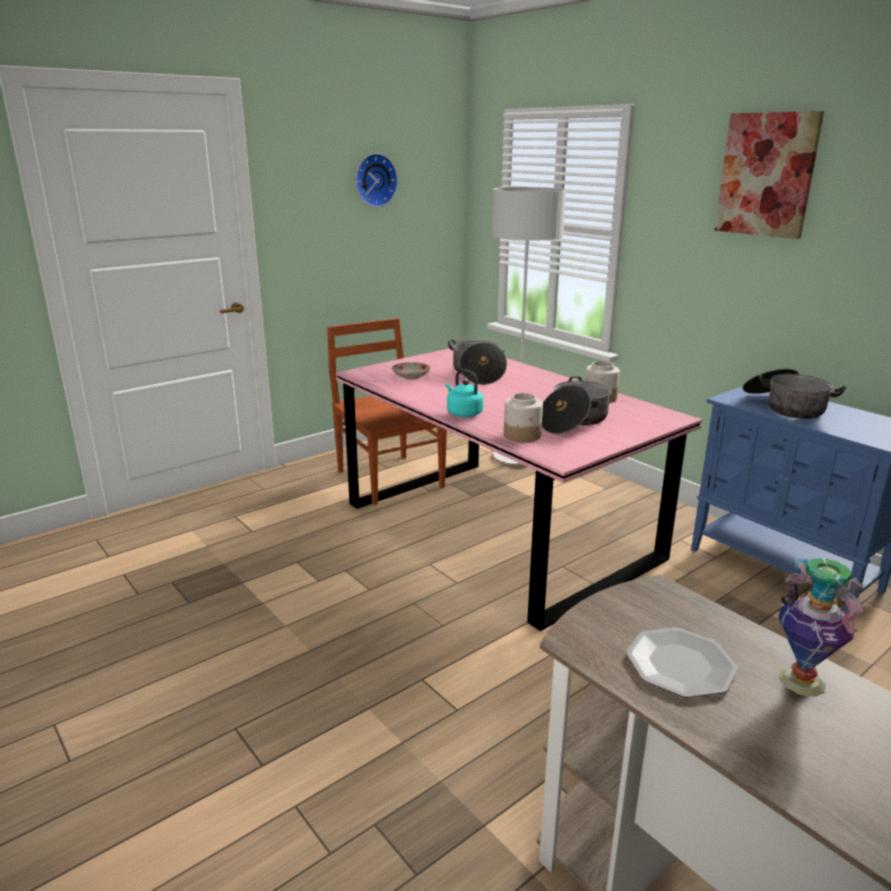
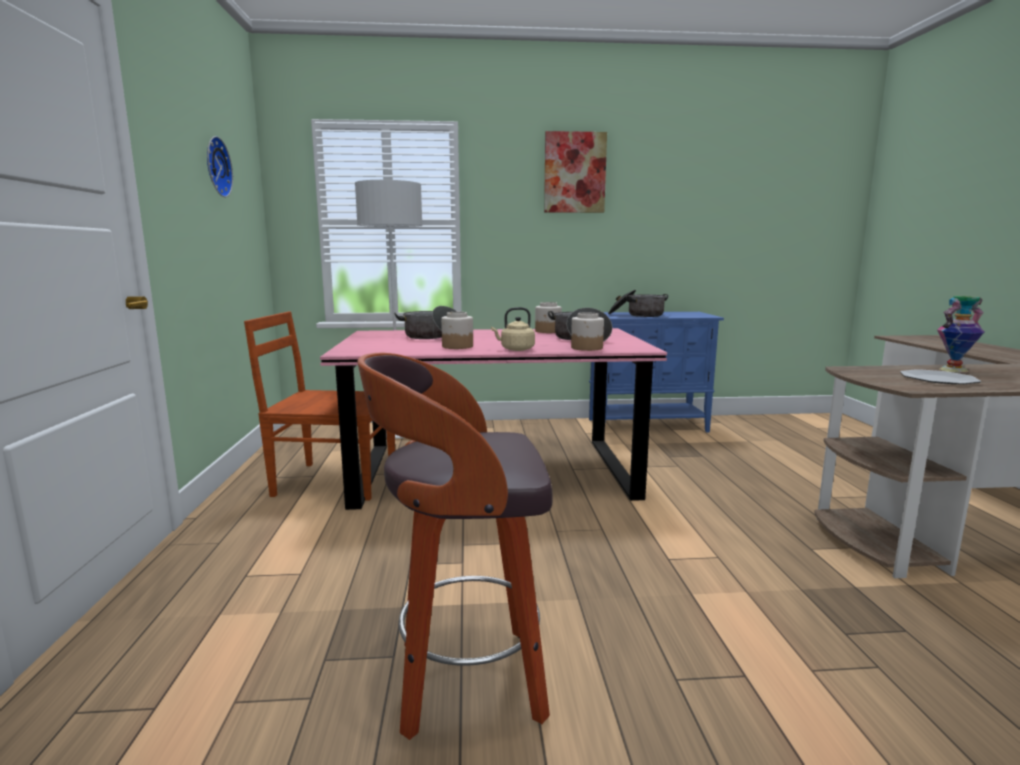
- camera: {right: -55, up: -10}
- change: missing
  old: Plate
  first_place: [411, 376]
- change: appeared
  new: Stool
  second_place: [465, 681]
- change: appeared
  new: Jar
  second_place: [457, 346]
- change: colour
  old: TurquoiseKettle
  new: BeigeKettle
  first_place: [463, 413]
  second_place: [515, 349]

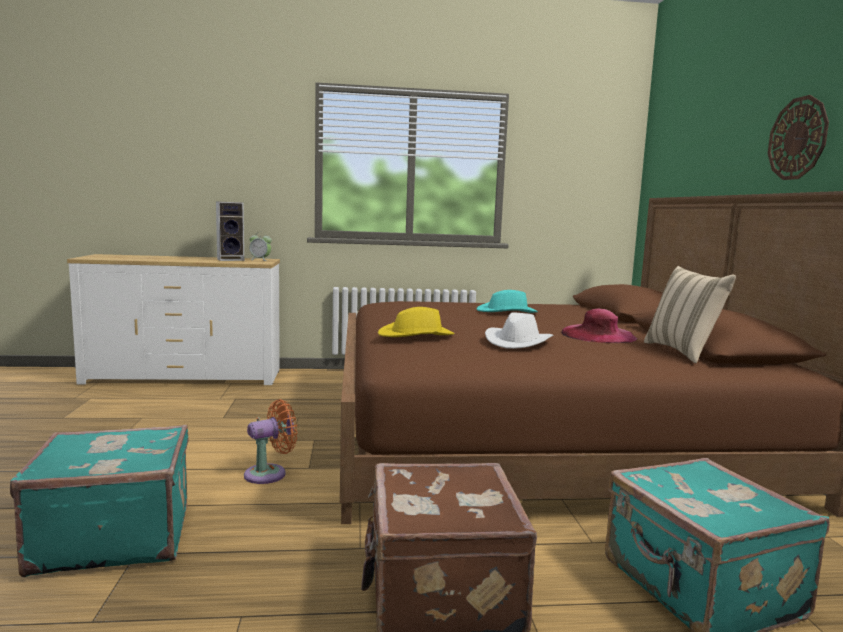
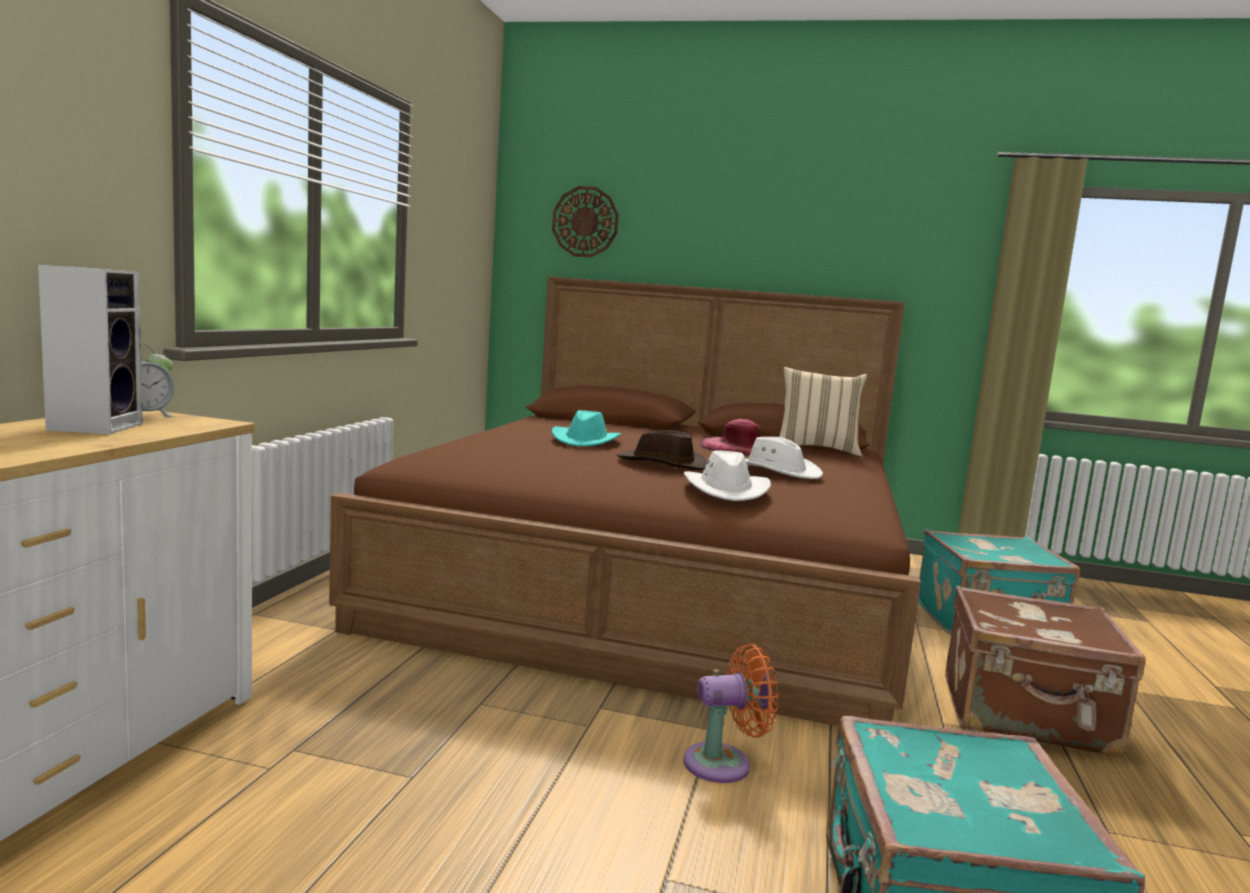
- camera: {right: -70, up: 0}
- change: appeared
  new: BrownHat
  second_place: [662, 464]
- change: relocated
  old: WallClock
  first_place: [797, 138]
  second_place: [585, 222]
- change: colour
  old: YellowHat
  new: WhiteHat
  first_place: [416, 335]
  second_place: [726, 490]
- change: spun
  old: OrangeFan
  first_place: [269, 473]
  second_place: [724, 763]
  degrees: 90

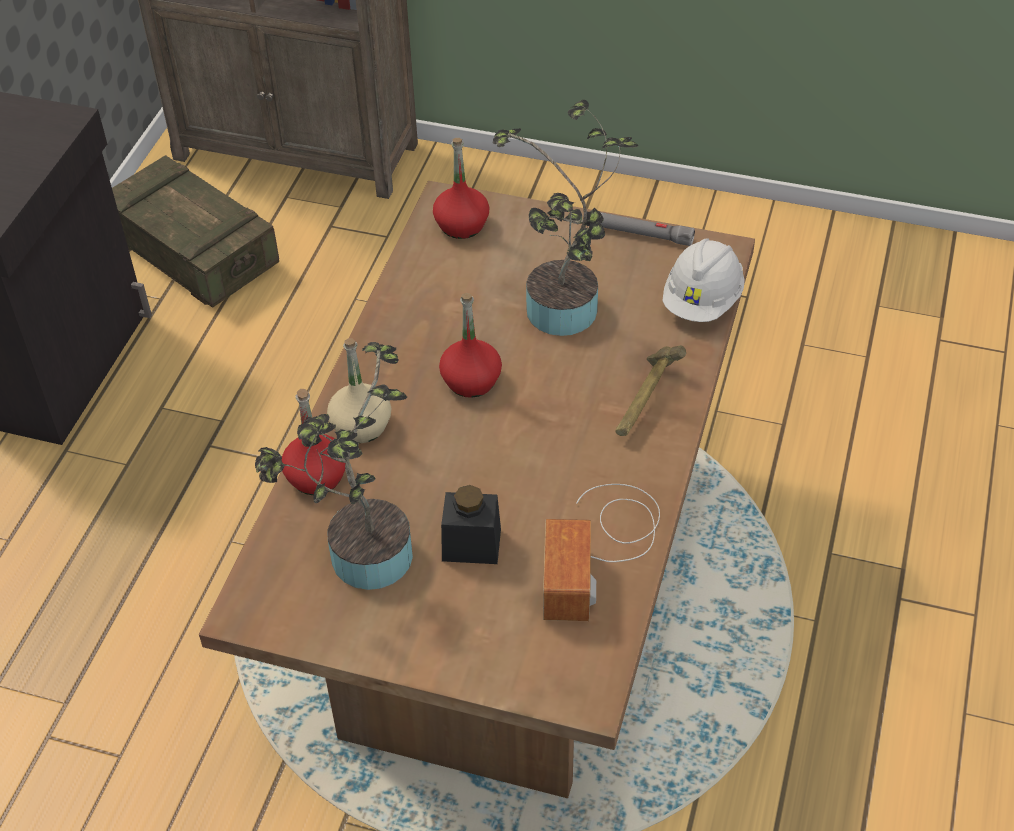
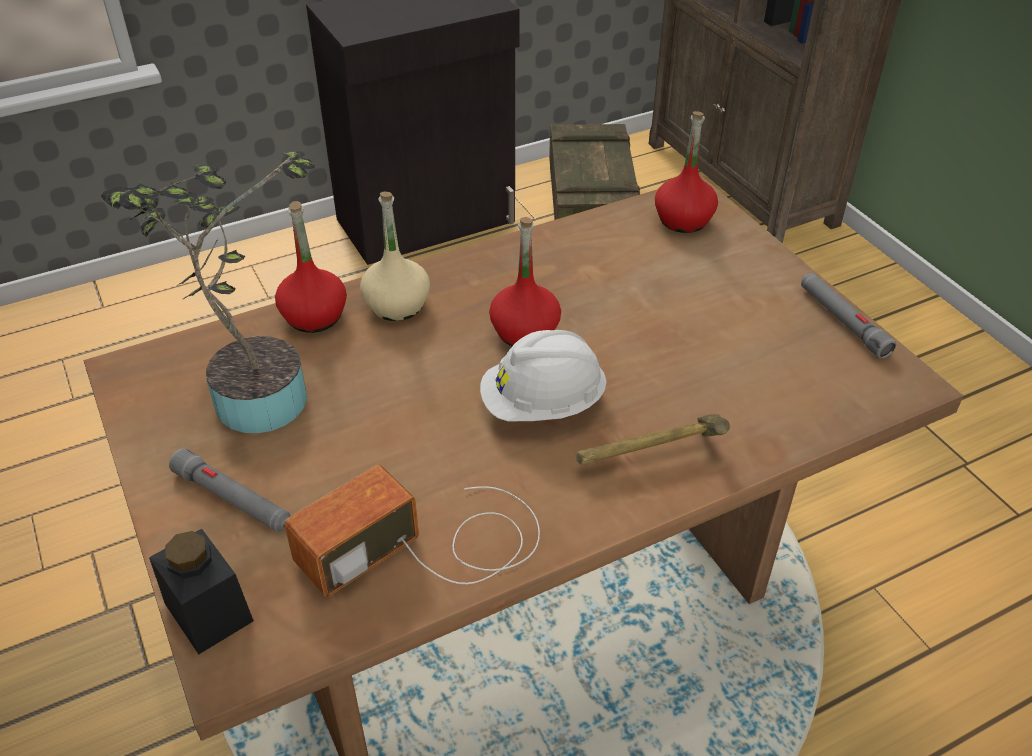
- camera: {right: 45, up: -5}
- change: missing
  old: PottedPlant
  first_place: [564, 316]
- change: appeared
  new: GreyFlashlight
  second_place: [233, 499]
- change: relocated
  old: BlackJar
  first_place: [471, 545]
  second_place: [208, 612]
- change: relocated
  old: WhiteHardHat
  first_place: [702, 301]
  second_place: [543, 405]

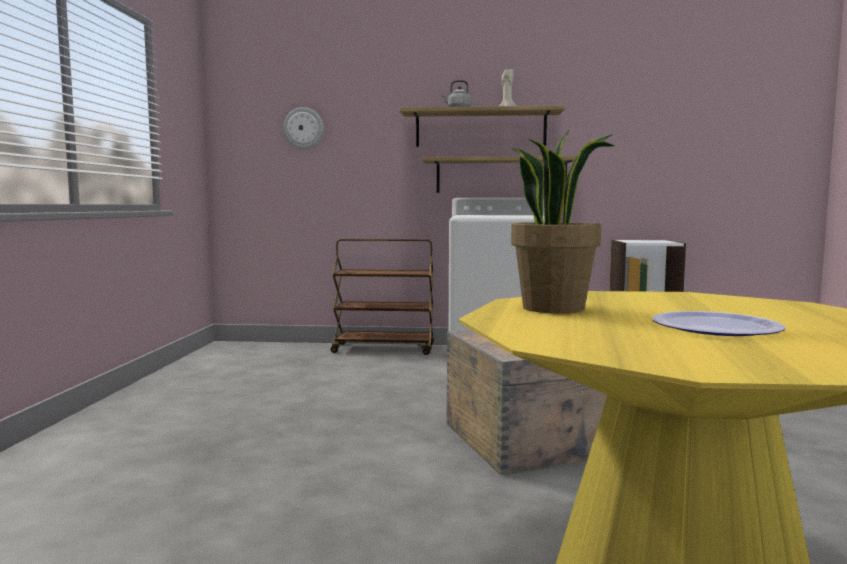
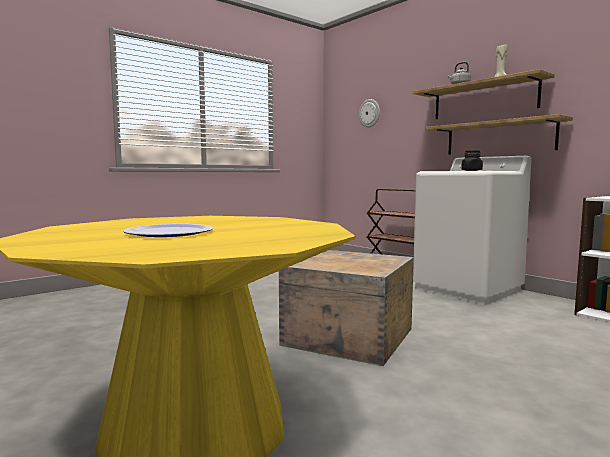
- camera: {right: 45, up: 0}
- change: missing
  old: PottedPlant
  first_place: [554, 308]
- change: appeared
  new: BlackJar
  second_place: [471, 170]

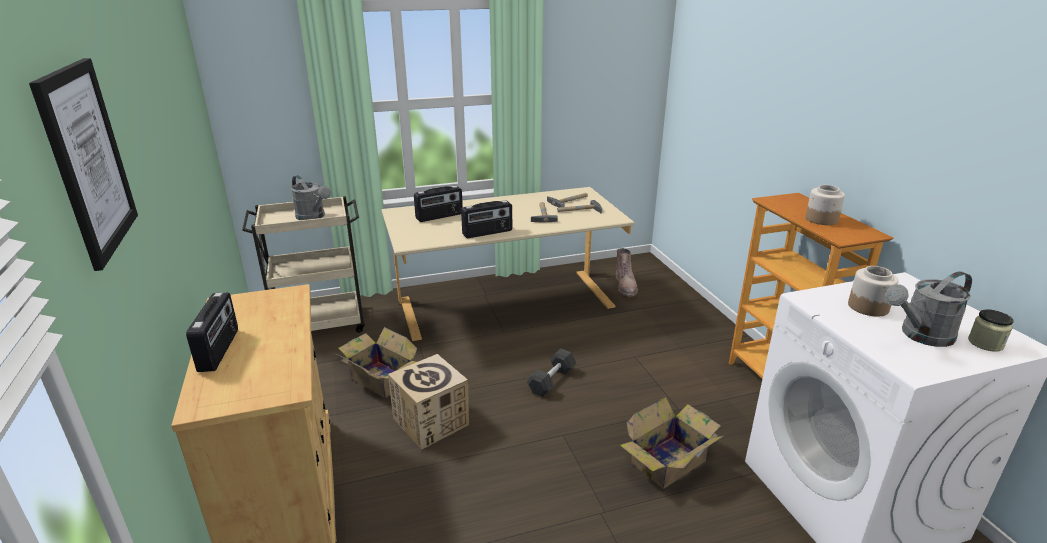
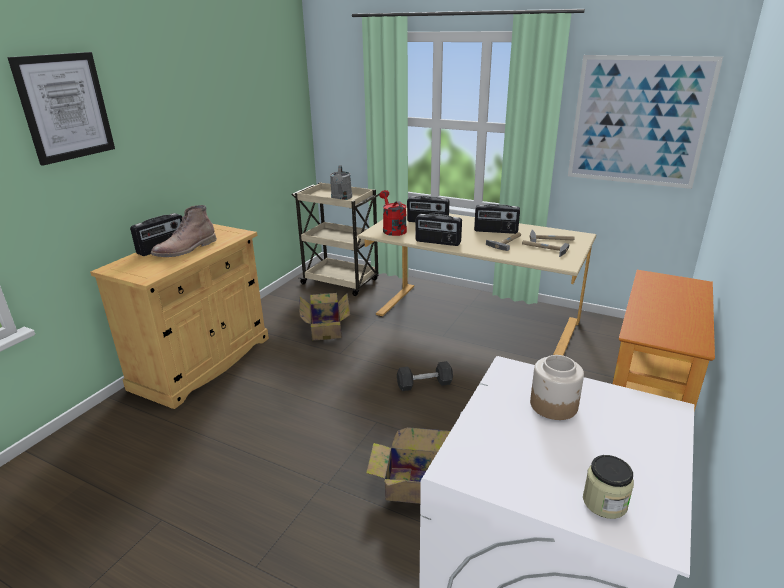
- camera: {right: 45, up: 0}
- change: missing
  old: CardboardBox
  first_place: [431, 422]
- change: missing
  old: Jar
  first_place: [821, 219]
- change: missing
  old: GreyWateringCan
  first_place: [920, 336]
- change: appeared
  new: RedWateringCan
  second_place: [392, 229]
- change: appeared
  new: Radio
  second_place: [496, 231]
- change: appeared
  new: Picture
  second_place: [638, 121]
- change: relocated
  old: BrownBoot
  first_place: [626, 286]
  second_place: [186, 249]

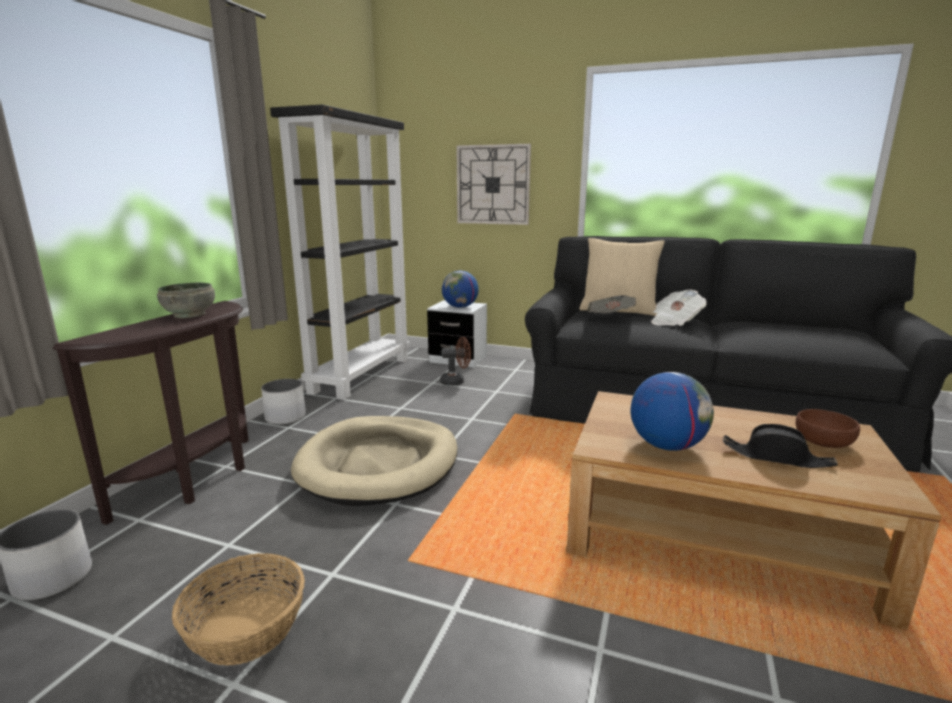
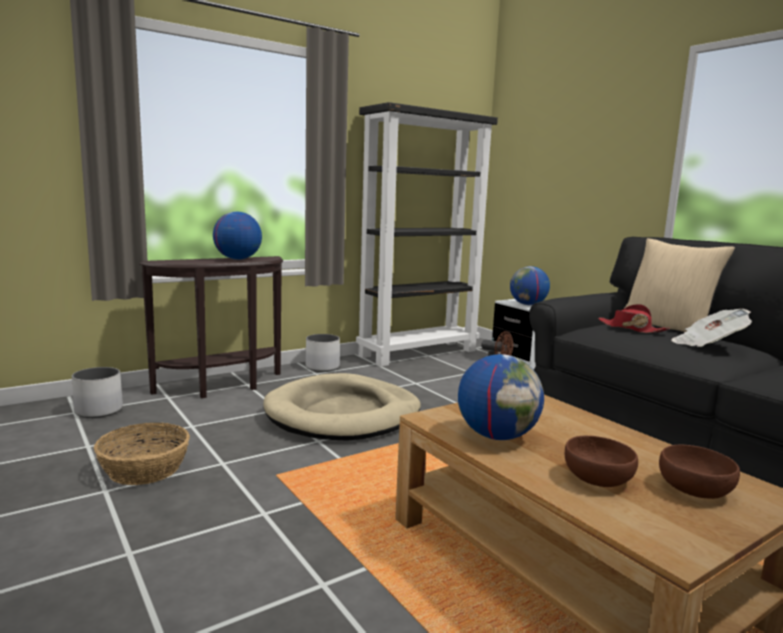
- camera: {right: 35, up: -5}
- change: missing
  old: WallClock
  first_place: [493, 185]
- change: exchanged
  old: GreyBowl
  new: Globe
  first_place: [190, 315]
  second_place: [237, 259]
- change: exchanged
  old: Newspaper
  new: RedHat
  first_place: [610, 318]
  second_place: [631, 329]
- change: exchanged
  old: BlackHat
  new: BrownBowl
  first_place: [777, 457]
  second_place: [597, 479]

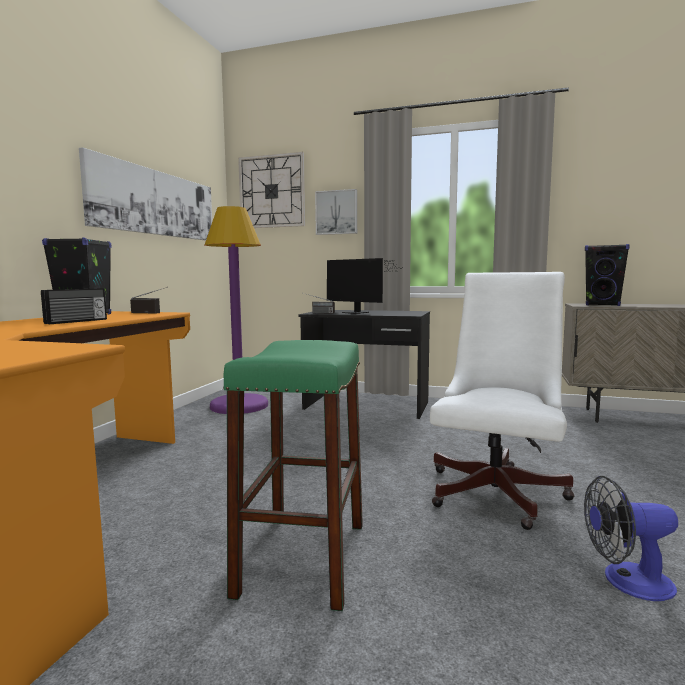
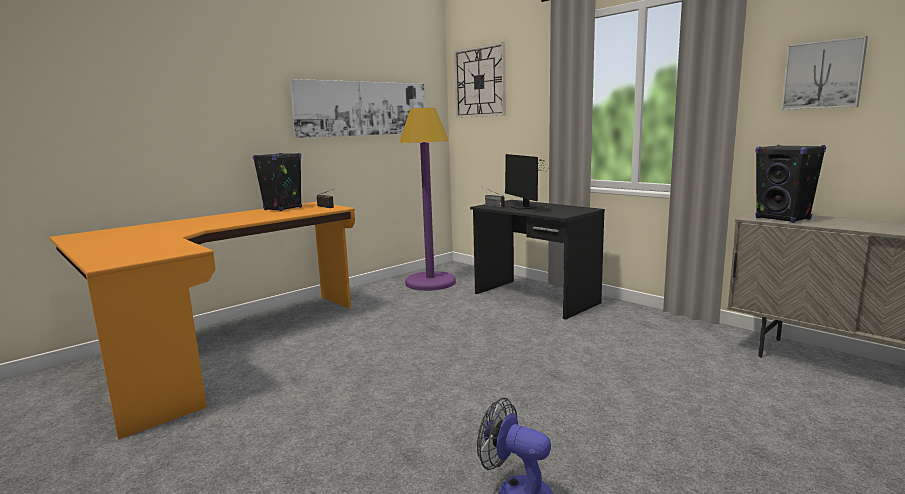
- camera: {right: 30, up: 5}
- change: missing
  old: Radio
  first_place: [77, 321]
- change: missing
  old: GreenStool
  first_place: [303, 558]
- change: missing
  old: WhiteOfficeChair
  first_place: [498, 489]
- change: relocated
  old: Picture
  first_place: [337, 212]
  second_place: [823, 75]

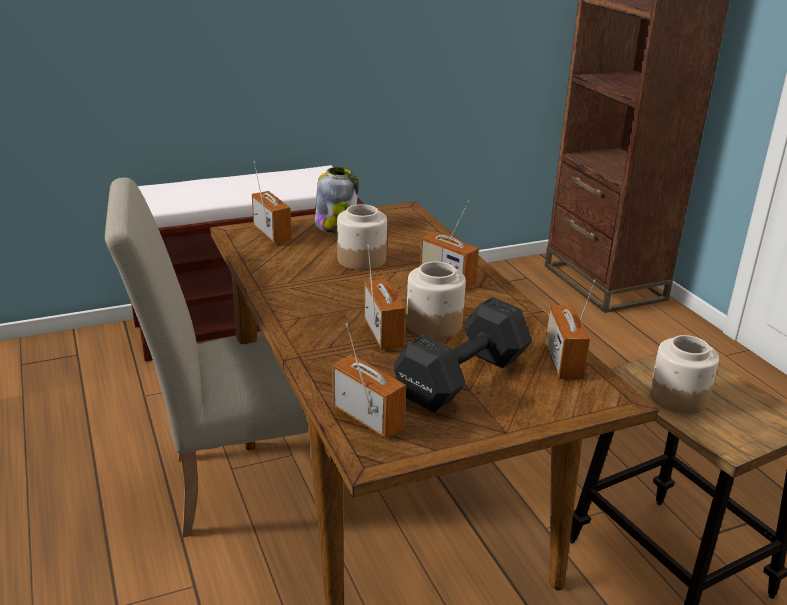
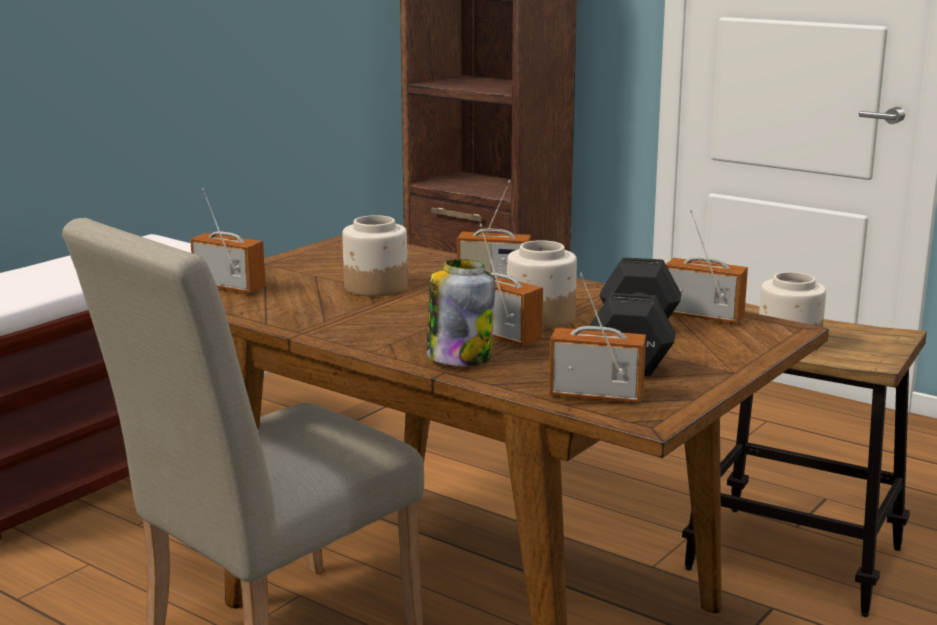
- camera: {right: -30, up: -10}
- change: relocated
  old: Jar
  first_place: [335, 226]
  second_place: [459, 357]
- change: spun
  old: Radio
  first_place: [563, 362]
  second_place: [703, 316]
  degrees: 150

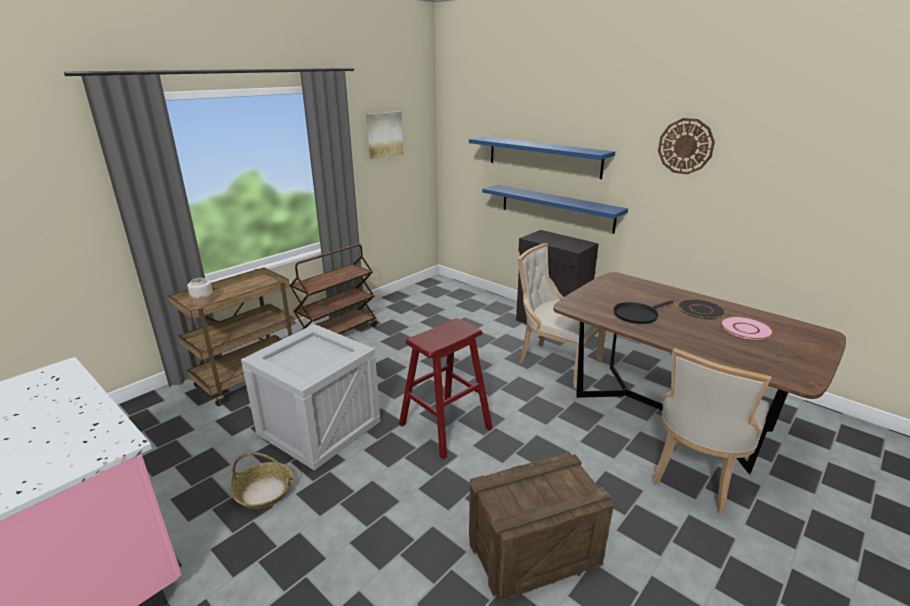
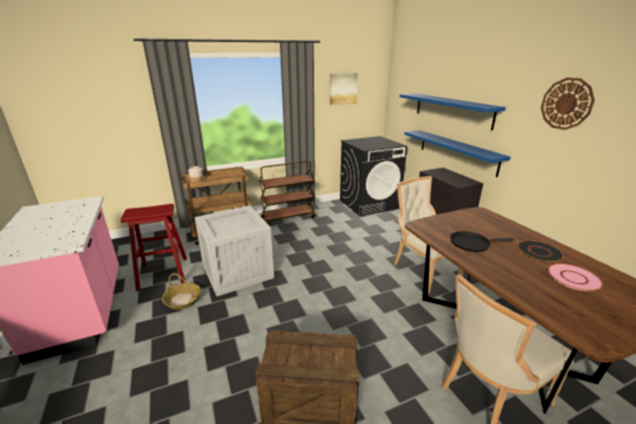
- camera: {right: 25, up: 0}
- change: appeared
  new: BlackWashingMachine
  second_place: [369, 204]
- change: relocated
  old: RedStool
  first_place: [445, 426]
  second_place: [163, 273]

